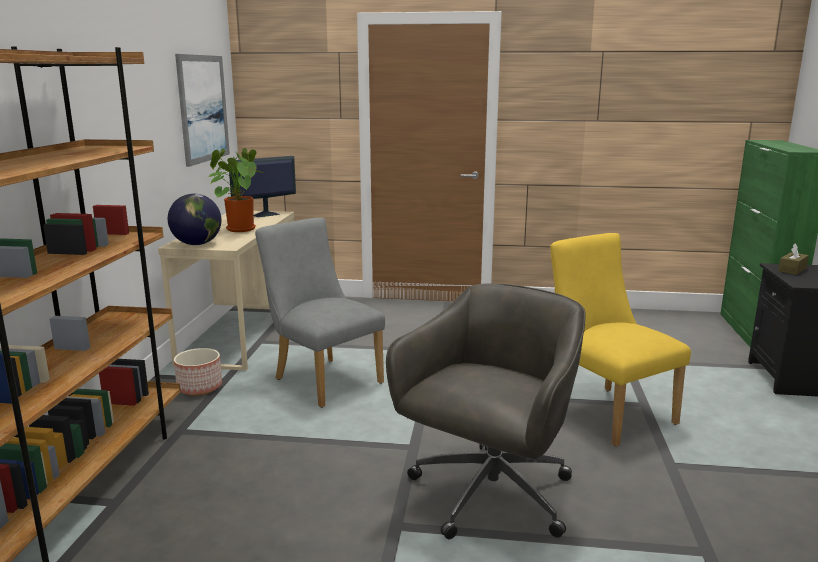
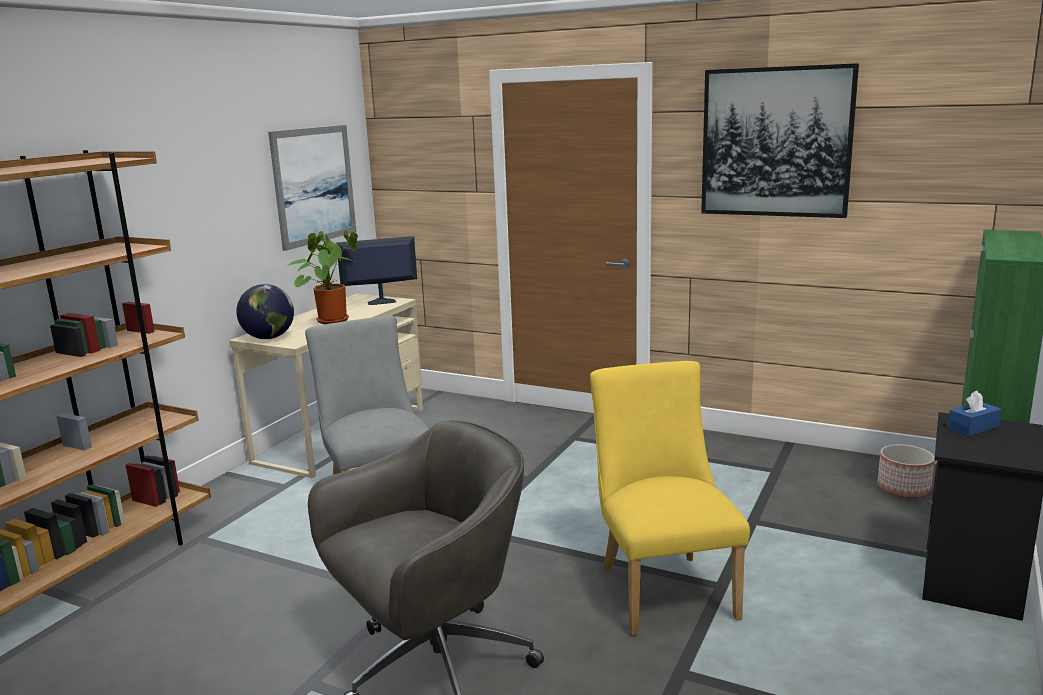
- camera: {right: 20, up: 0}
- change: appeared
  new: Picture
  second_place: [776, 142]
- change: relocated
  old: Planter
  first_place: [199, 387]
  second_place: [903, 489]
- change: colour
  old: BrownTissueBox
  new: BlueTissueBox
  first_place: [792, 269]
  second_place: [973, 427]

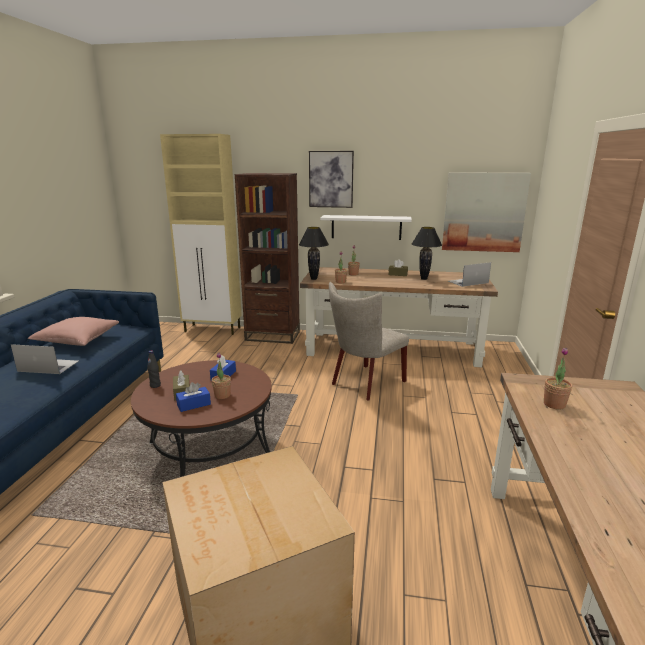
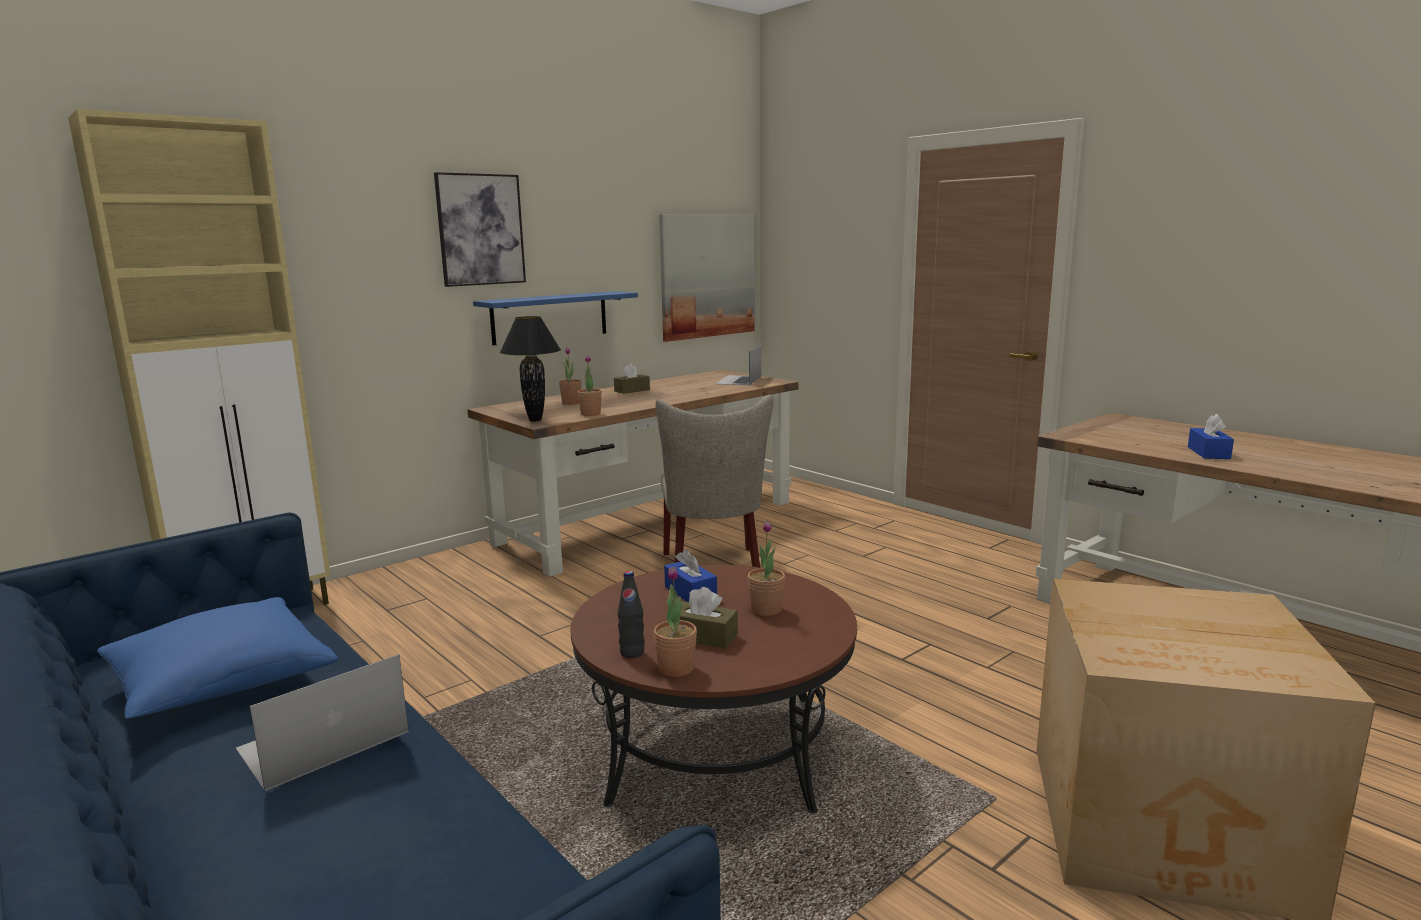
- camera: {right: -50, up: -5}
- change: missing
  old: BrownBookcase
  first_place: [272, 336]
- change: missing
  old: BlackTableLamp
  first_place: [424, 279]
- change: relocated
  old: BlueTissueBox
  first_place: [194, 404]
  second_place: [1208, 453]
- change: relocated
  old: PottedPlant
  first_place: [554, 404]
  second_place: [676, 668]
- change: colour
  old: PinkPillow
  new: BluePillow
  first_place: [77, 340]
  second_place: [221, 682]
- change: colour
  old: WhiteShelf
  new: BlueShelf
  first_place: [366, 227]
  second_place: [550, 317]

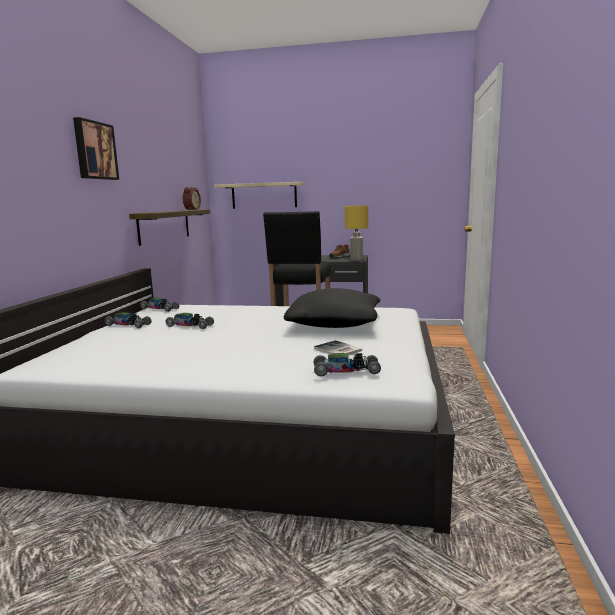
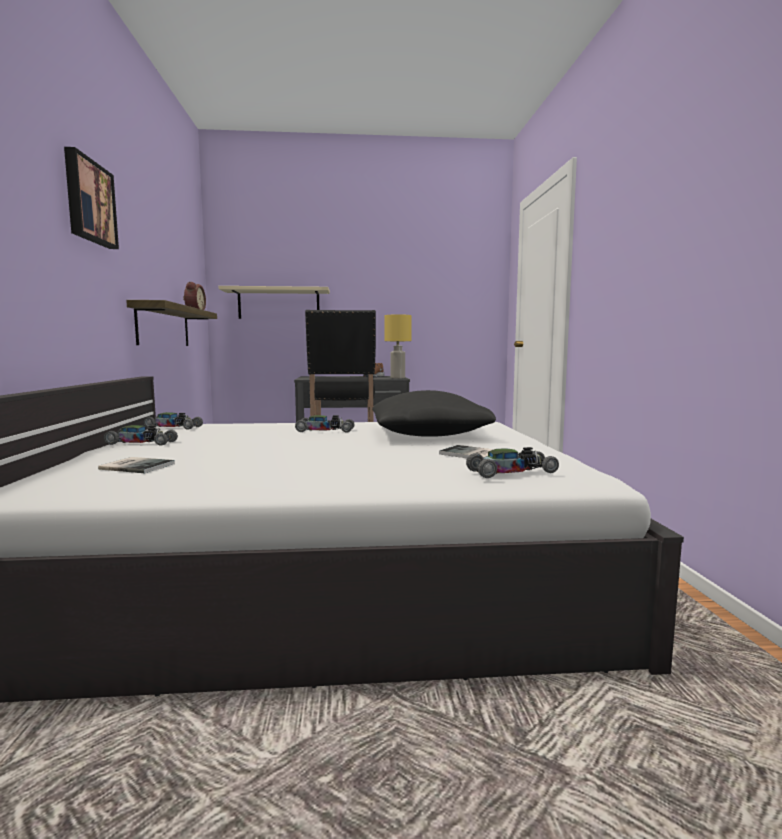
- camera: {right: -15, up: -5}
- change: appeared
  new: Book
  second_place: [137, 466]
- change: relocated
  old: ToyCar
  first_place: [190, 325]
  second_place: [325, 430]

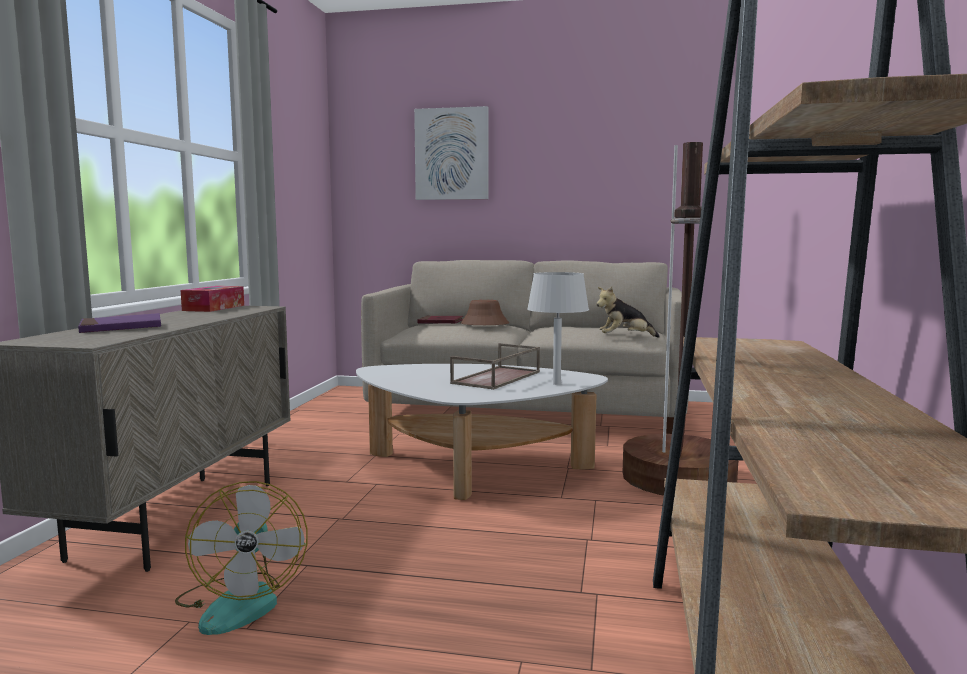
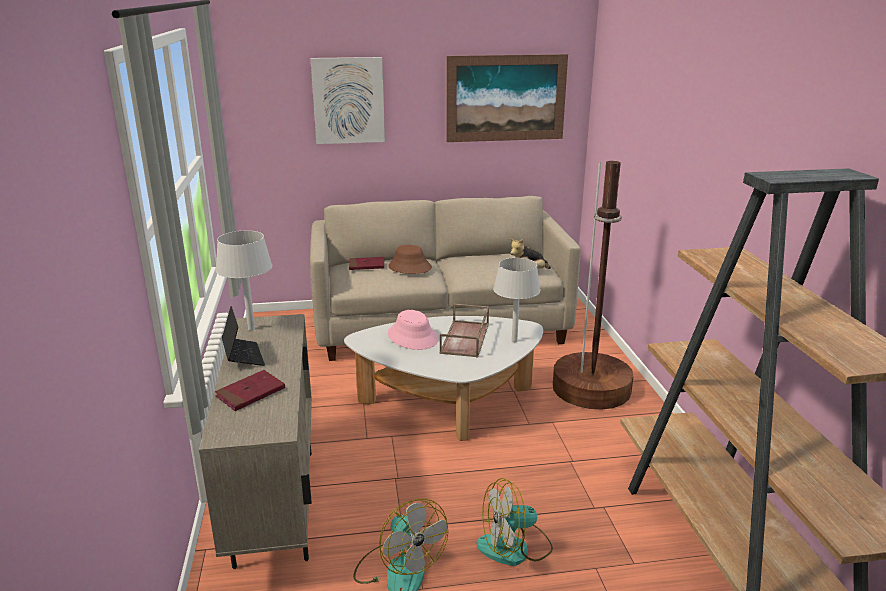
- camera: {right: -20, up: 15}
- change: appeared
  new: Laptop
  second_place: [243, 356]
- change: appeared
  new: PinkHat
  second_place: [413, 337]
- change: appeared
  new: Picture
  second_place: [506, 98]
- change: appeared
  new: Fan
  second_place: [514, 547]
- change: exchanged
  old: TissueBox
  new: GreyTableLamp
  first_place: [214, 308]
  second_place: [251, 328]
- change: colour
  old: PurpleBook
  new: RedBook
  first_place: [121, 328]
  second_place: [250, 393]

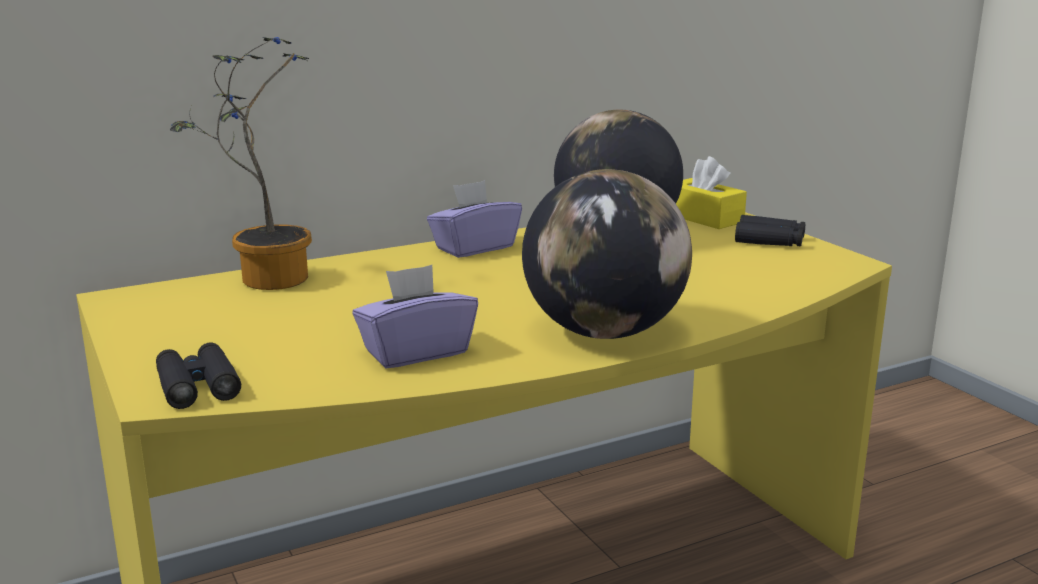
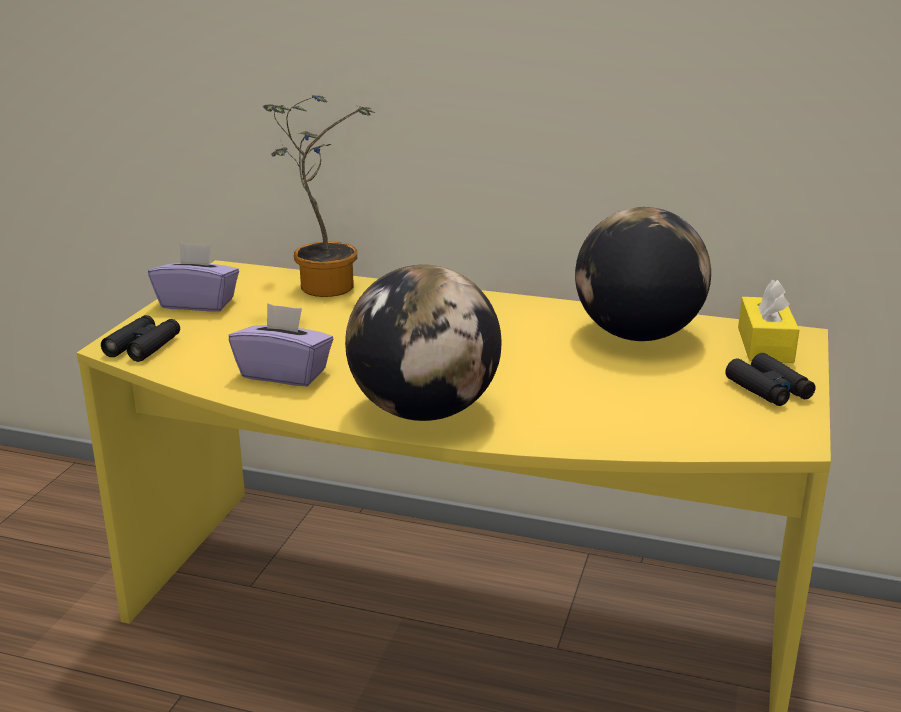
- camera: {right: 45, up: 5}
- change: relocated
  old: PurpleTissueBox
  first_place: [474, 248]
  second_place: [198, 303]

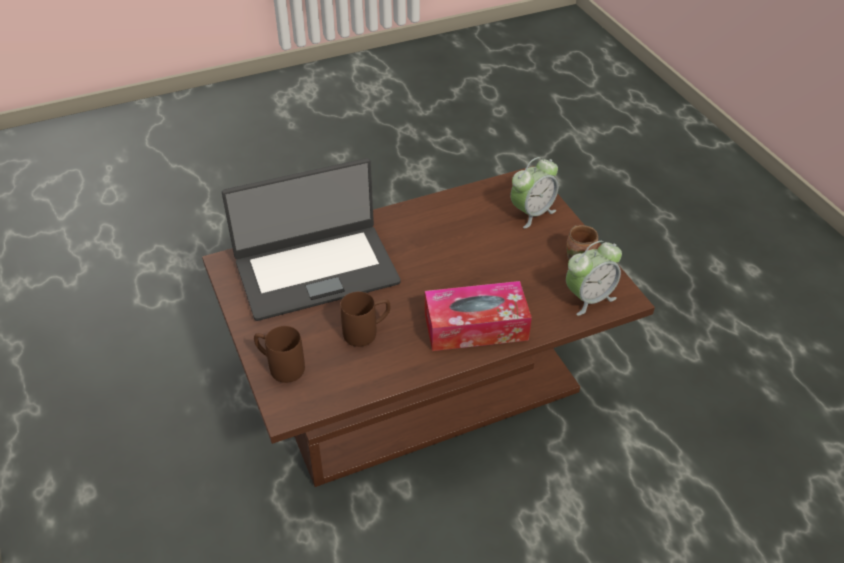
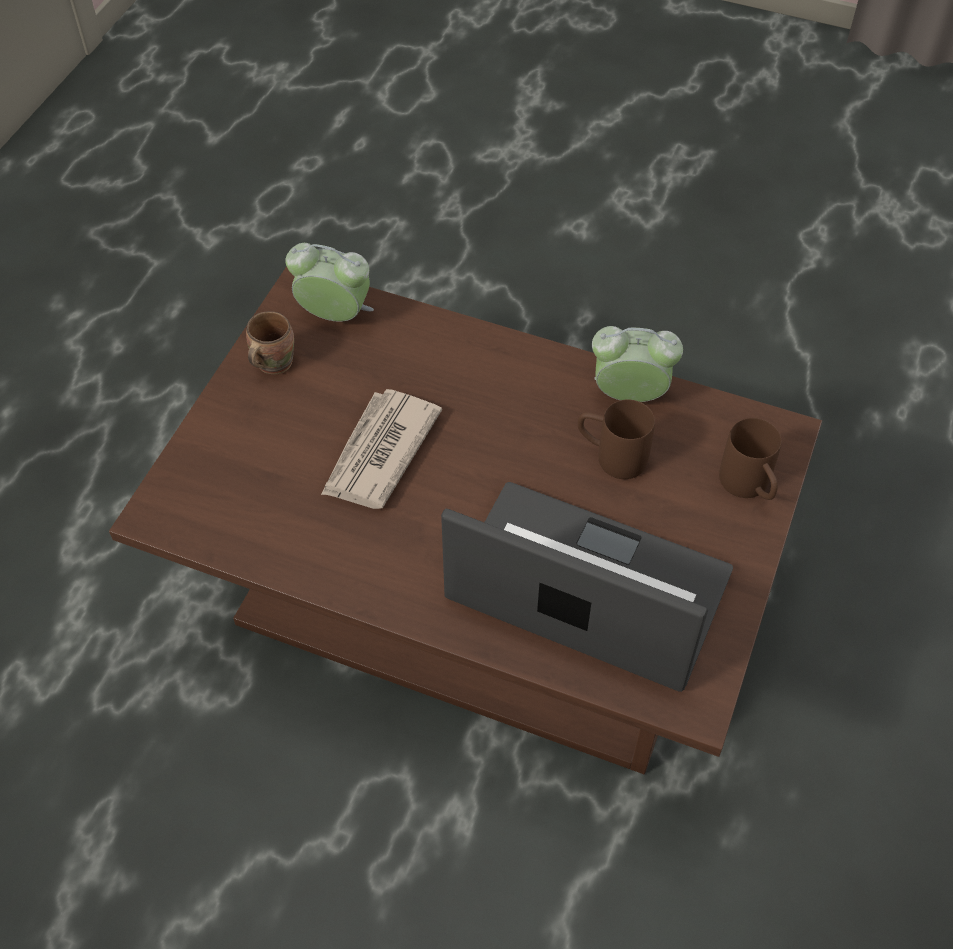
- camera: {right: -135, up: 10}
- change: missing
  old: TissueBox
  first_place: [476, 327]
- change: appeared
  new: Newspaper
  second_place: [379, 453]
- change: relocated
  old: AlarmClock
  first_place: [532, 213]
  second_place: [629, 395]

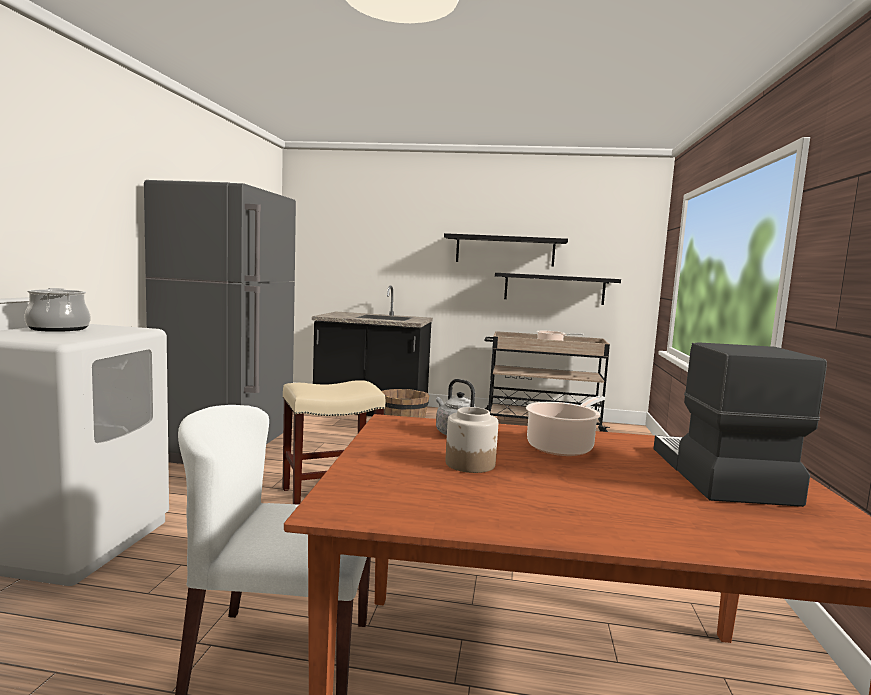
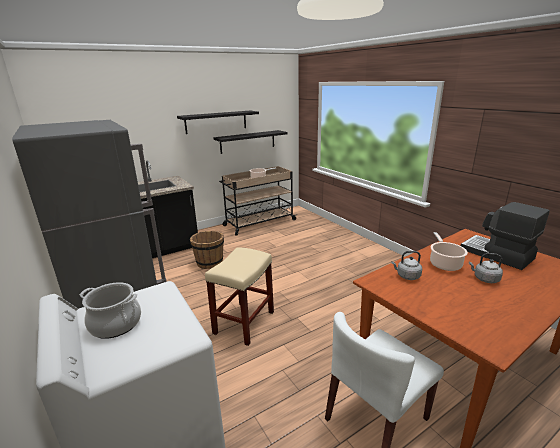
- camera: {right: -40, up: 15}
- change: missing
  old: Jar
  first_place: [471, 464]
- change: appeared
  new: GreyKettle
  second_place: [484, 279]

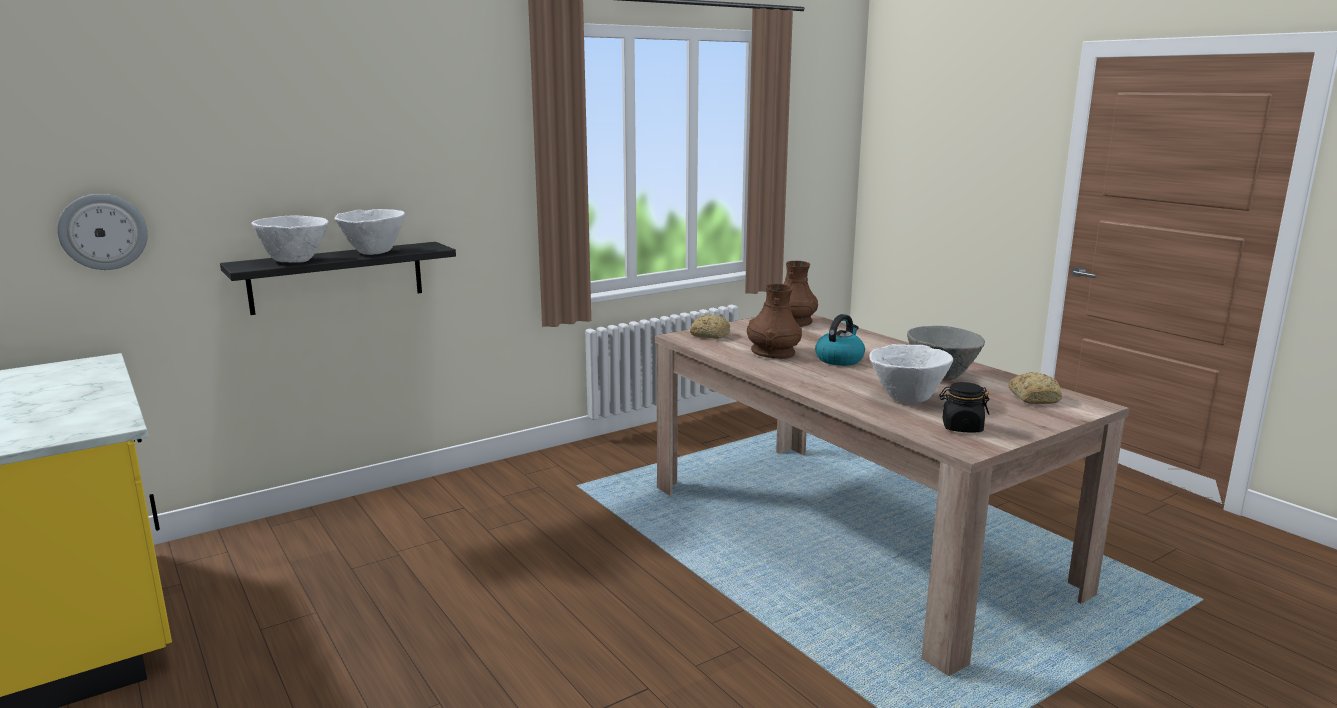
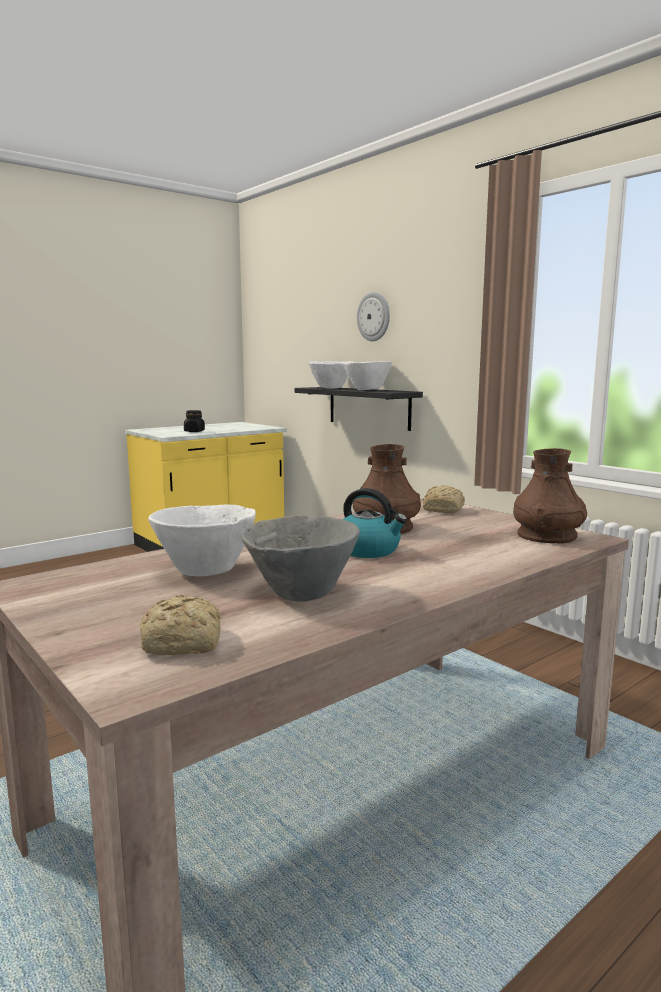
- camera: {right: 85, up: -5}
- change: relocated
  old: WallClock
  first_place: [103, 232]
  second_place: [374, 317]
- change: relocated
  old: BlackJar
  first_place: [961, 427]
  second_place: [194, 431]

